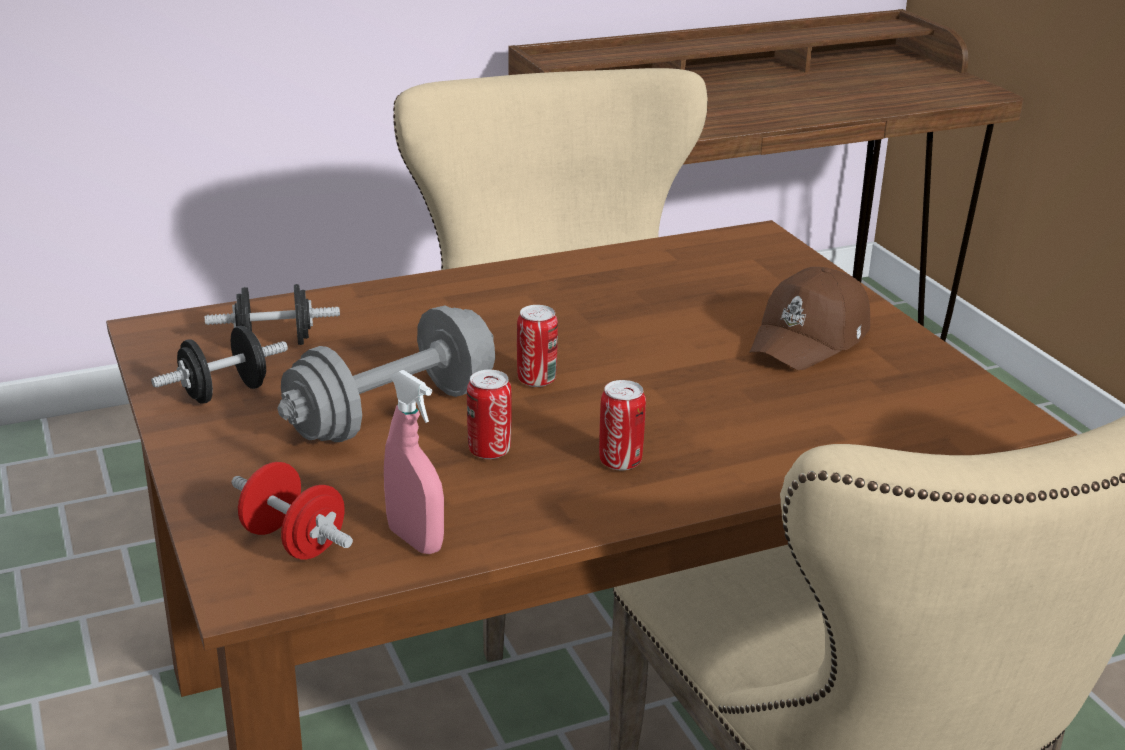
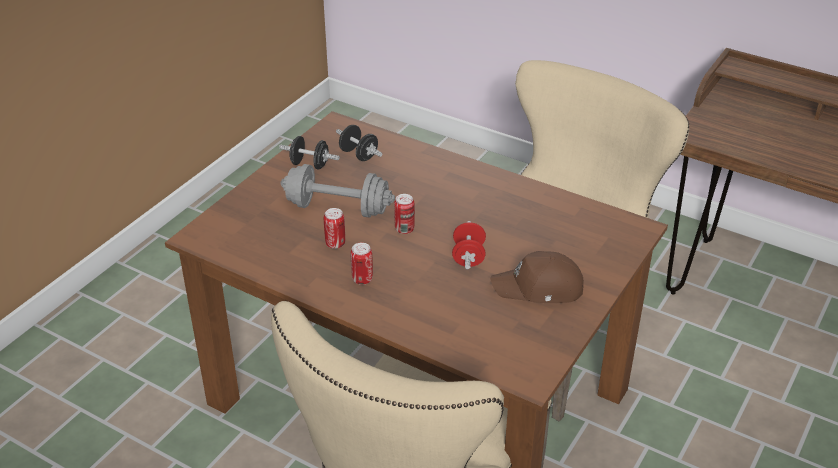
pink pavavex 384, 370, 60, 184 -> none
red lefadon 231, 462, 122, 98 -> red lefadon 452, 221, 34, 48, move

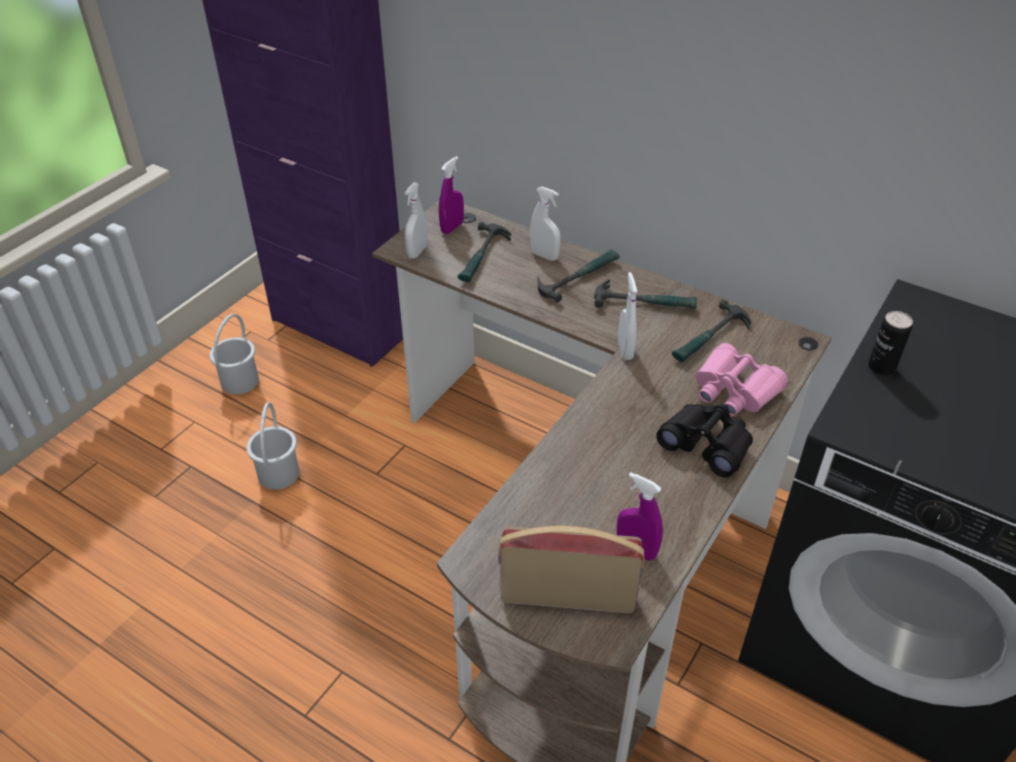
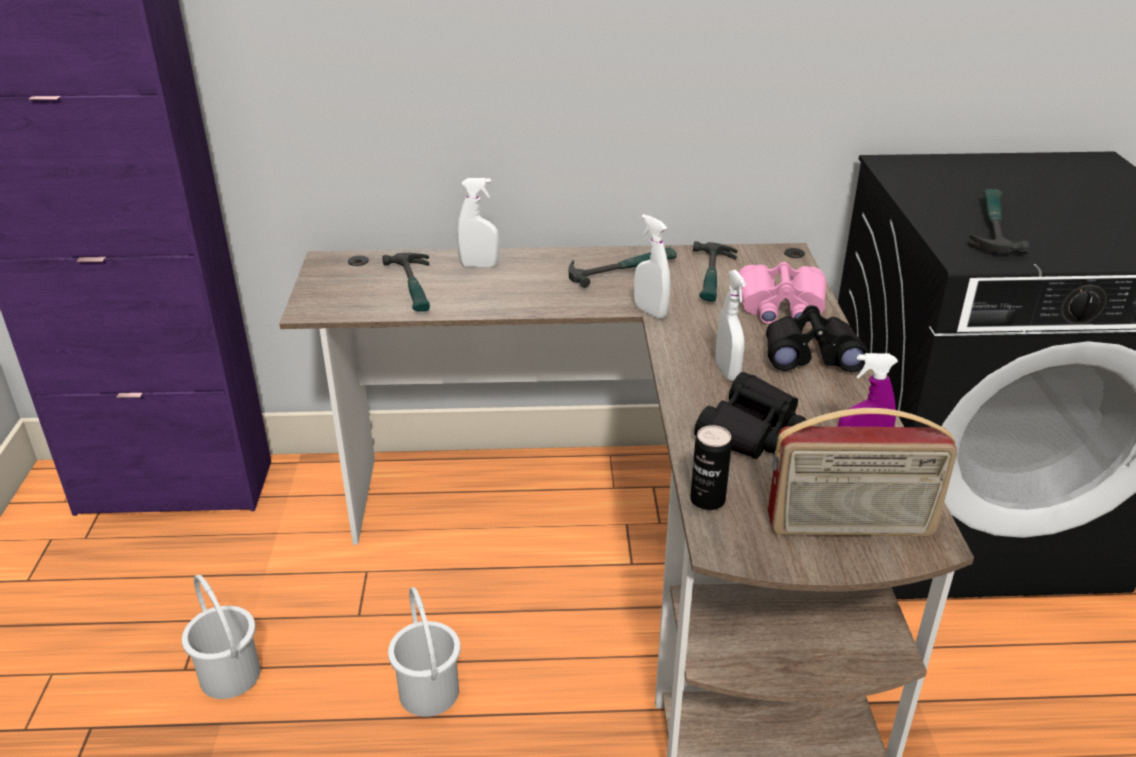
purple pavavex 439, 156, 25, 78 -> none
white pavavex 405, 182, 22, 77 -> white pavavex 715, 270, 31, 111, move
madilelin 538, 250, 81, 53 -> madilelin 968, 189, 61, 65, move
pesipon 868, 311, 45, 65 -> pesipon 690, 425, 42, 85, move
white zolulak 210, 314, 49, 81 -> white zolulak 388, 587, 73, 130, move
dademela 498, 526, 146, 87 -> dademela 768, 408, 189, 128, 150 degrees counterclockwise
none -> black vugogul 694, 372, 113, 87

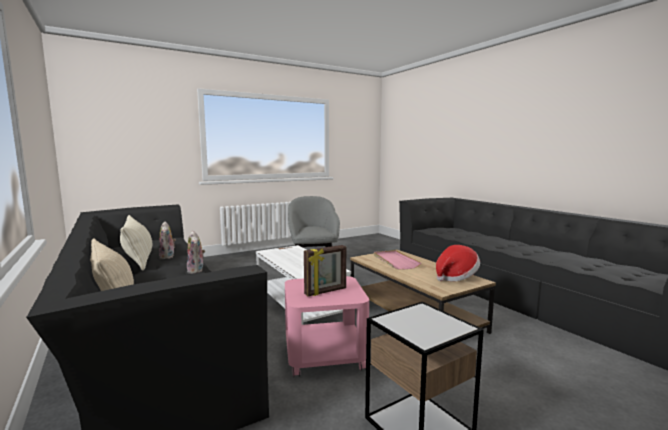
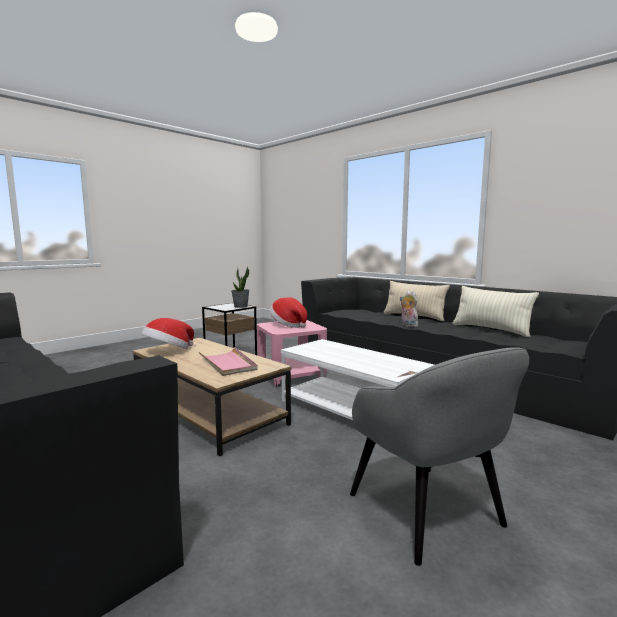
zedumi 159, 222, 17, 37 -> none
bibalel 304, 245, 42, 51 -> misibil 270, 297, 37, 31
none -> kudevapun 231, 267, 19, 41

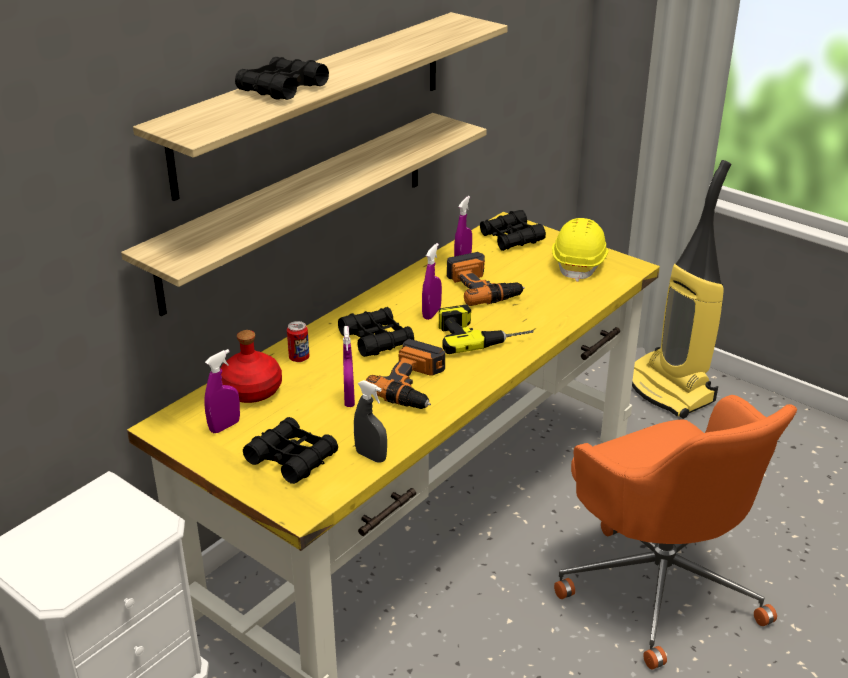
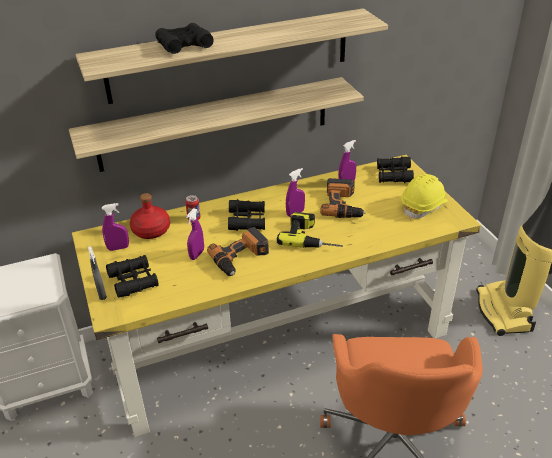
grey pavavex 354, 380, 33, 83 -> grey pavavex 88, 246, 19, 54, move

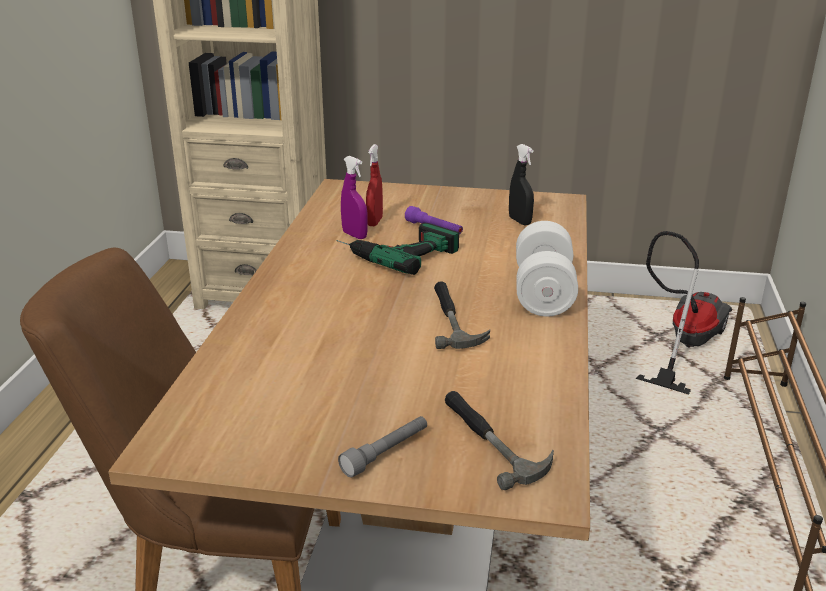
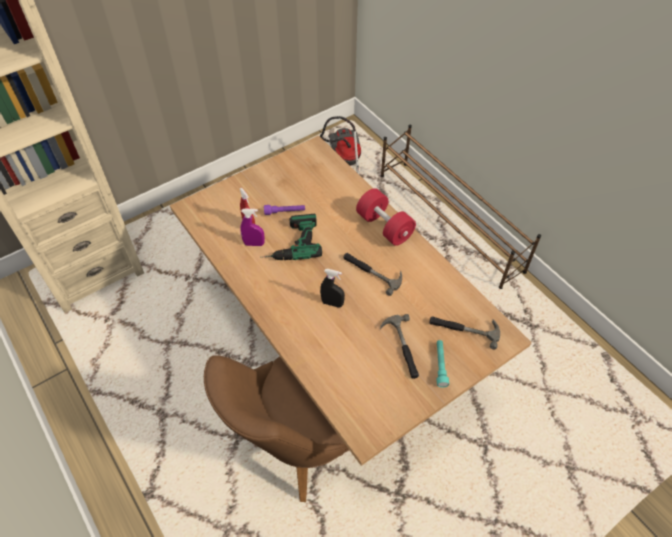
black pavavex 509, 144, 25, 82 -> black pavavex 320, 269, 25, 39, move
white lefadon 516, 221, 62, 96 -> red lefadon 356, 188, 60, 58
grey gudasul 338, 416, 89, 61 -> turquoise gudasul 436, 340, 13, 48
none -> madilelin 380, 314, 39, 65

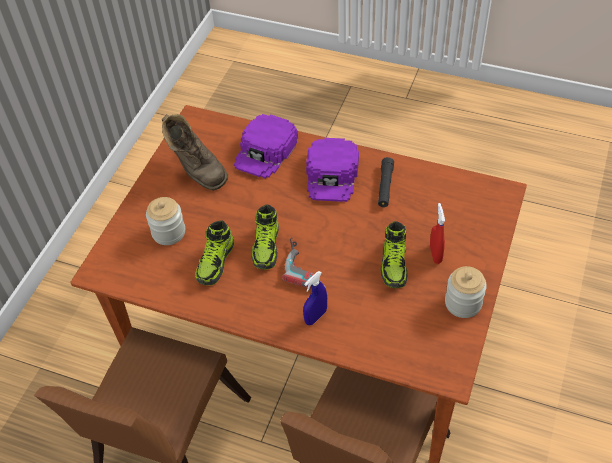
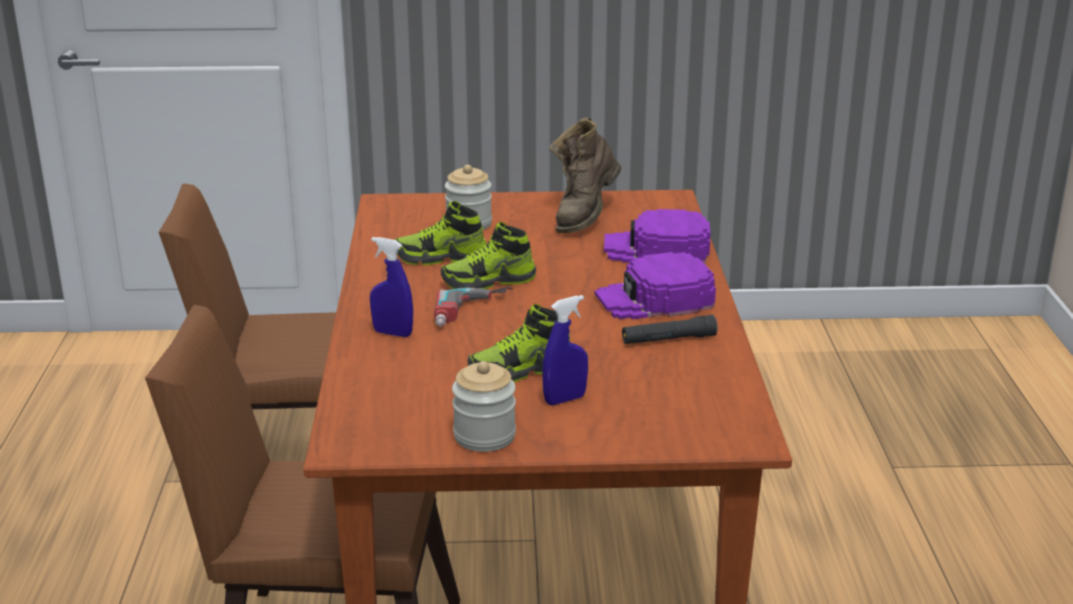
red pavavex 430, 203, 15, 61 -> blue pavavex 542, 295, 46, 110

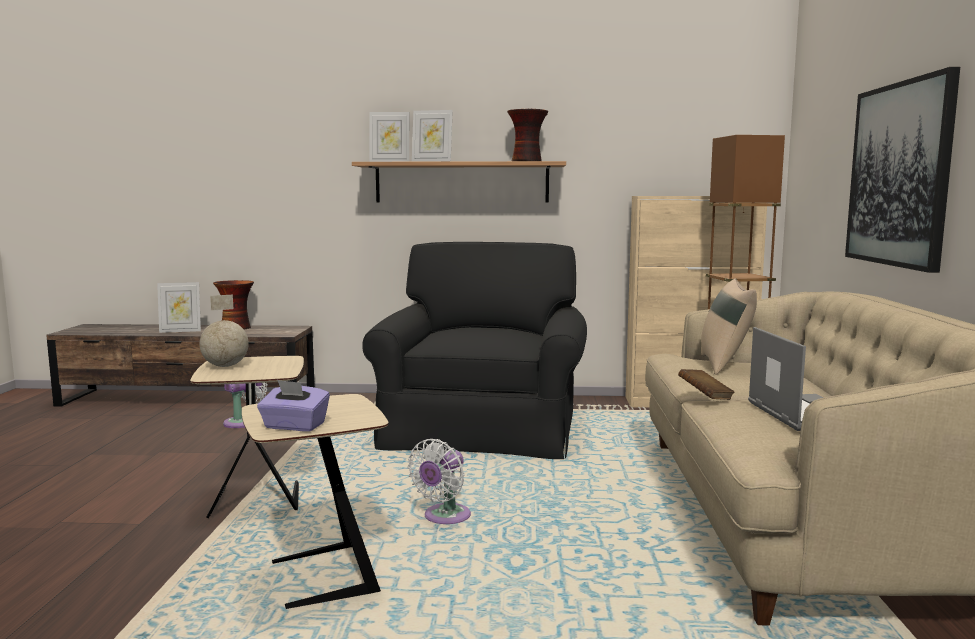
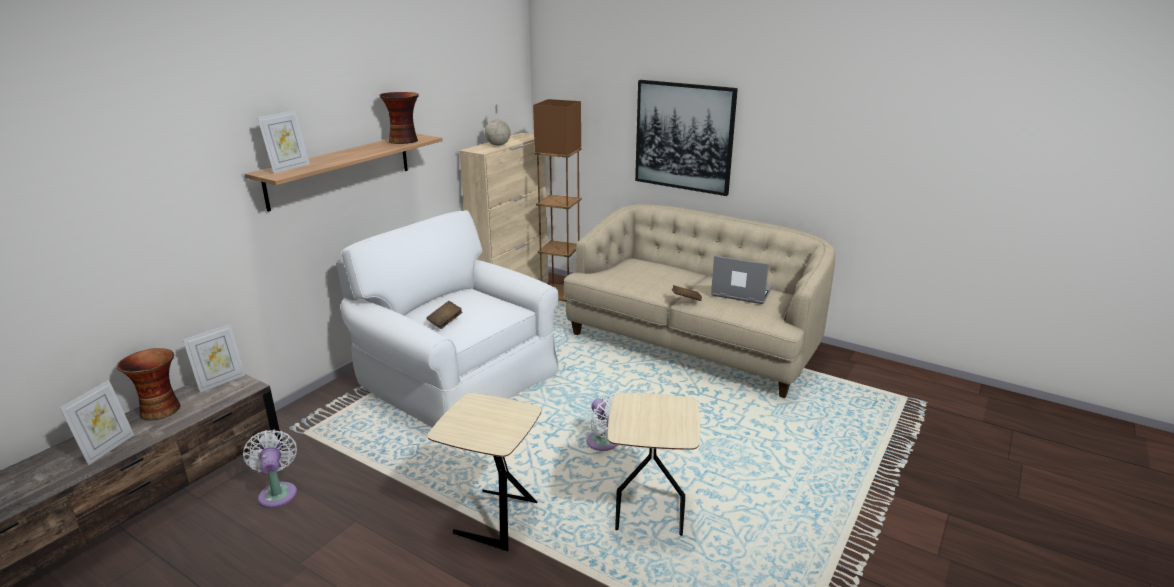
bibalel 412, 110, 41, 52 -> bibalel 183, 324, 62, 68, move
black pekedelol 362, 242, 225, 217 -> white pekedelol 337, 210, 222, 218
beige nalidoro 701, 279, 56, 96 -> none
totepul 200, 295, 49, 72 -> totepul 485, 105, 26, 41, move
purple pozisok 257, 380, 73, 51 -> none
none -> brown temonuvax 427, 301, 36, 28

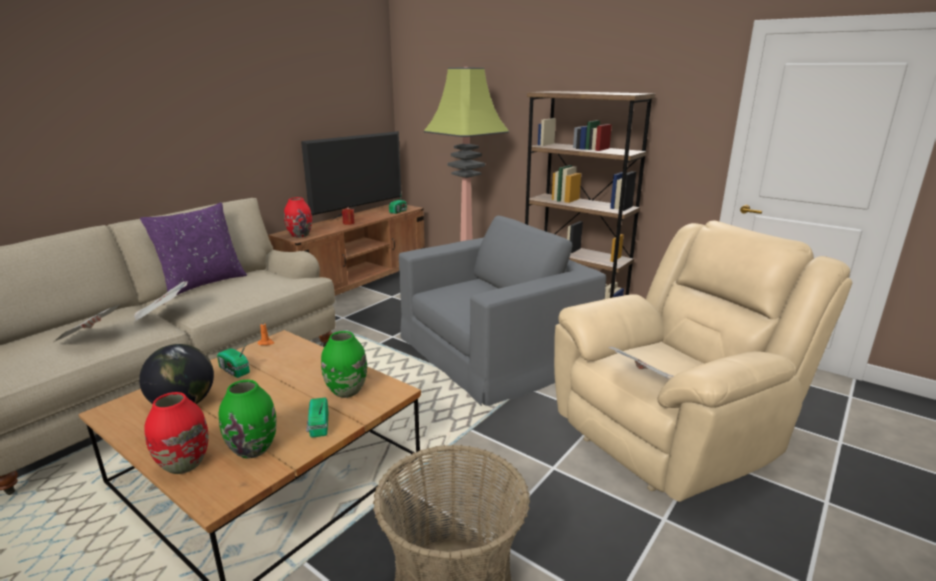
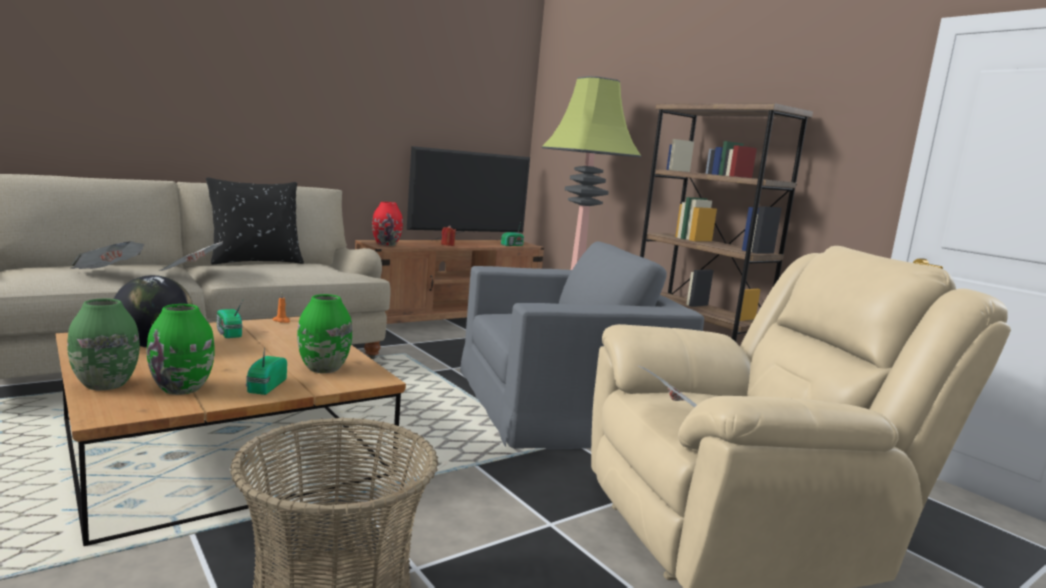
purple nalidoro 140, 202, 107, 93 -> black nalidoro 206, 177, 98, 88
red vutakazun 144, 392, 64, 82 -> green vutakazun 67, 299, 73, 91

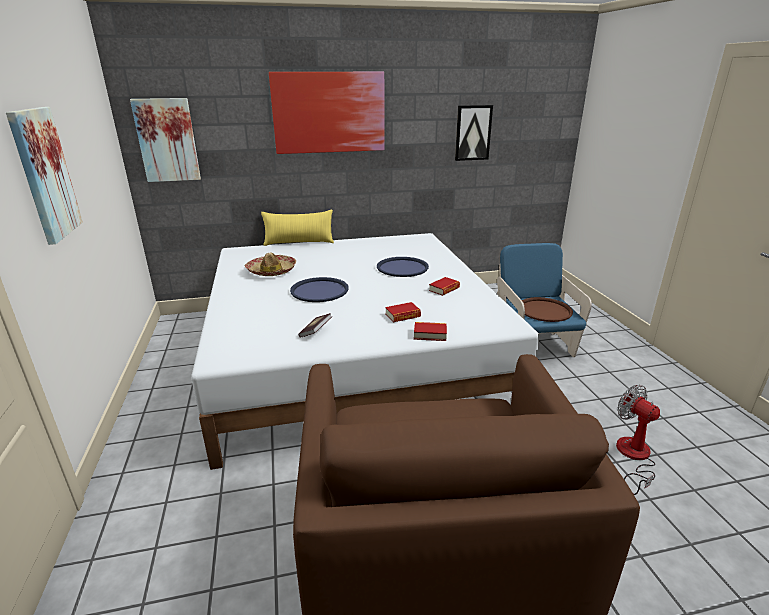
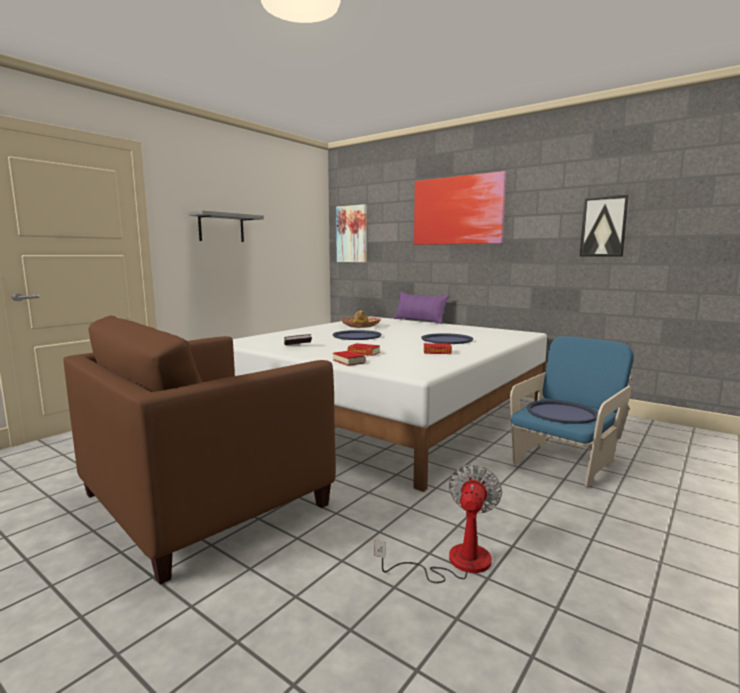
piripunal 6, 107, 77, 138 -> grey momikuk 188, 210, 76, 32
yellow nalidoro 261, 210, 73, 36 -> purple nalidoro 394, 292, 55, 32
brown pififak 522, 297, 51, 25 -> blue pififak 527, 400, 71, 24

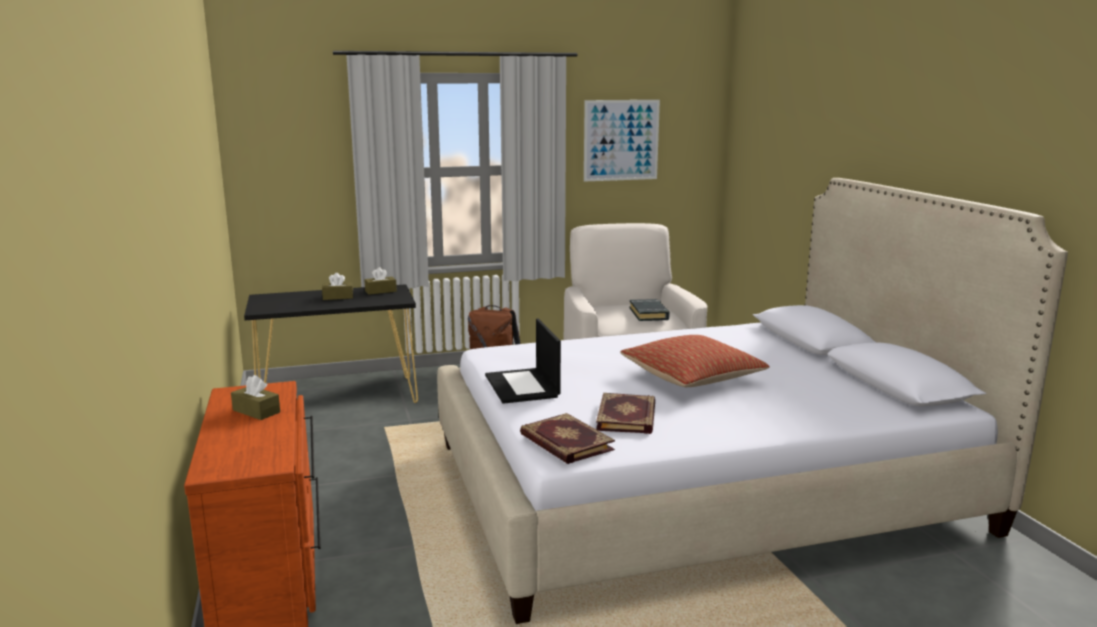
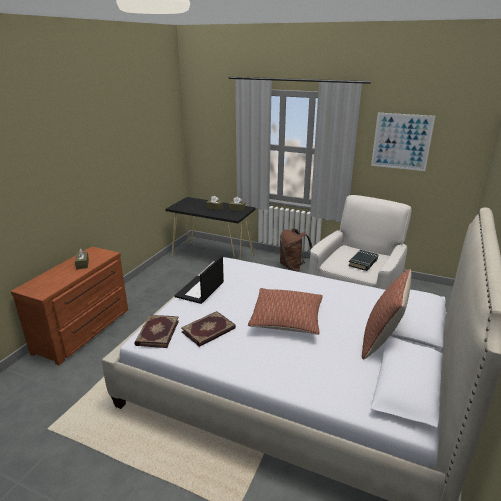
none -> nalidoro 362, 269, 49, 91

